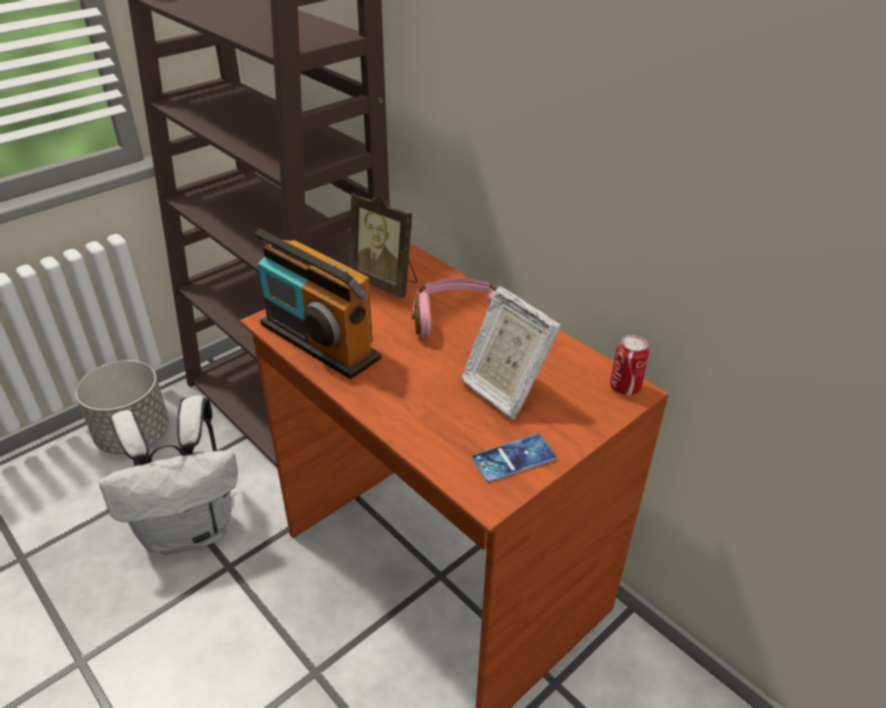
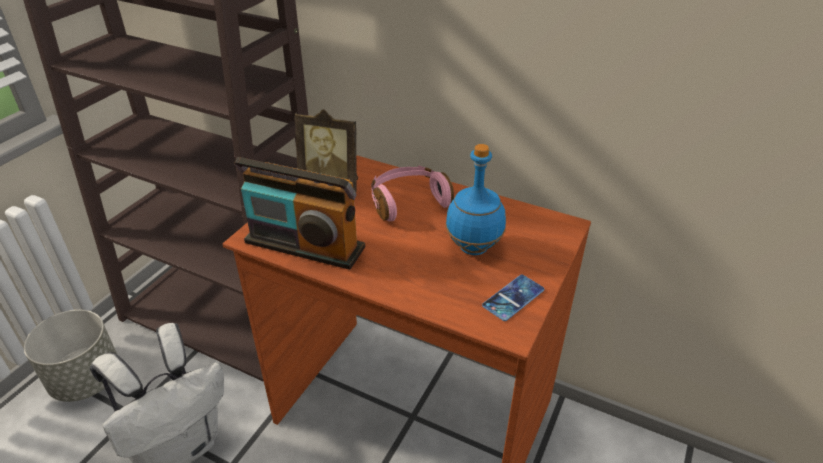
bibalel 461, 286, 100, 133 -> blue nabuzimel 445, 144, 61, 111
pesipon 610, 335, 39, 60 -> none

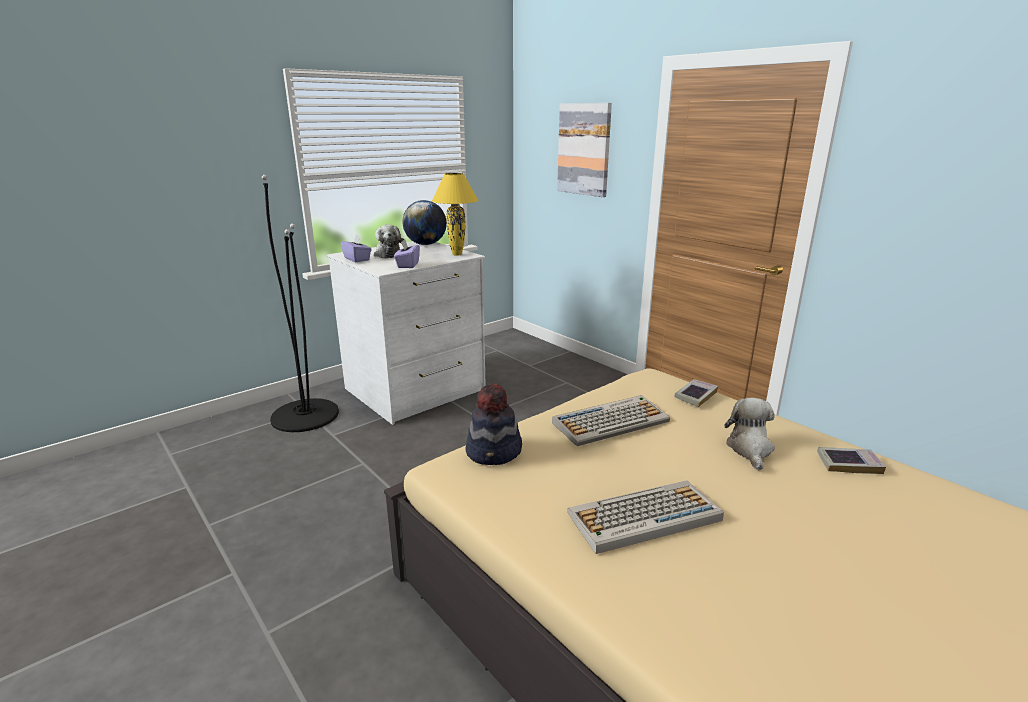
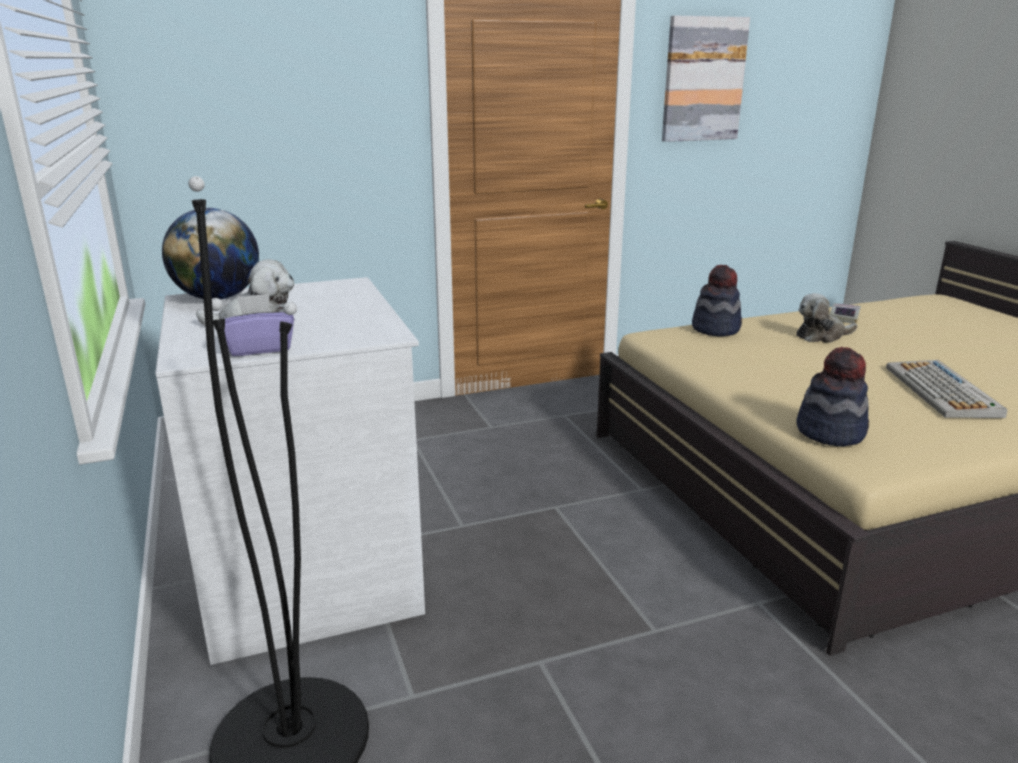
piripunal 557, 103, 55, 94 -> piripunal 662, 16, 88, 126, move
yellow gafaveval 432, 173, 46, 83 -> none
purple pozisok 394, 239, 26, 29 -> none
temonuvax 674, 379, 44, 28 -> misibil 692, 264, 50, 72
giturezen 552, 395, 118, 51 -> none
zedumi 725, 398, 50, 72 -> zedumi 796, 293, 61, 50, 45 degrees counterclockwise

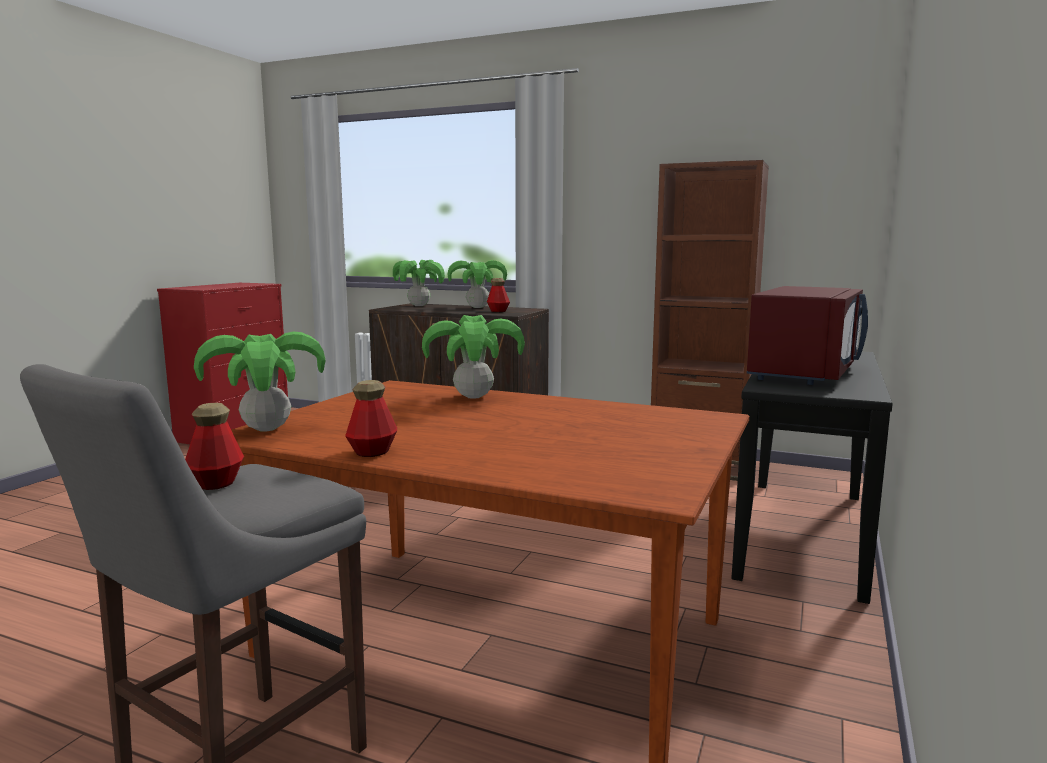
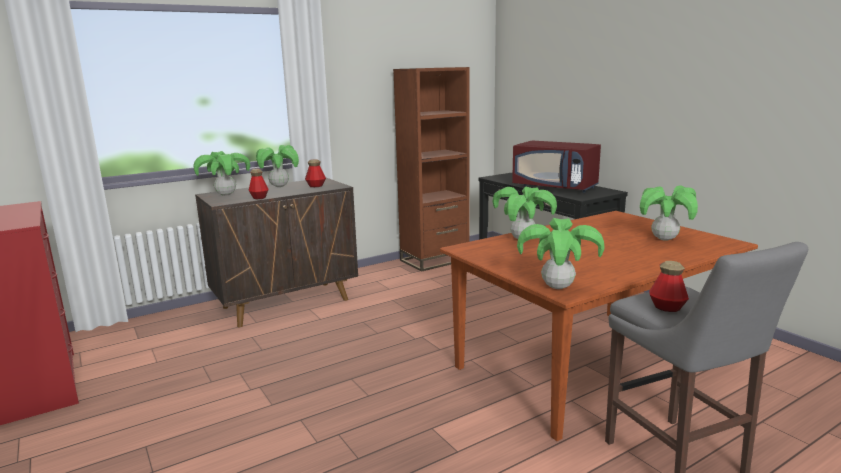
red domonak 747, 286, 121, 99 -> red domonak 512, 141, 89, 52, 150 degrees clockwise
nabuzimel 345, 380, 52, 77 -> nabuzimel 249, 169, 20, 30, move
none -> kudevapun 640, 186, 58, 55

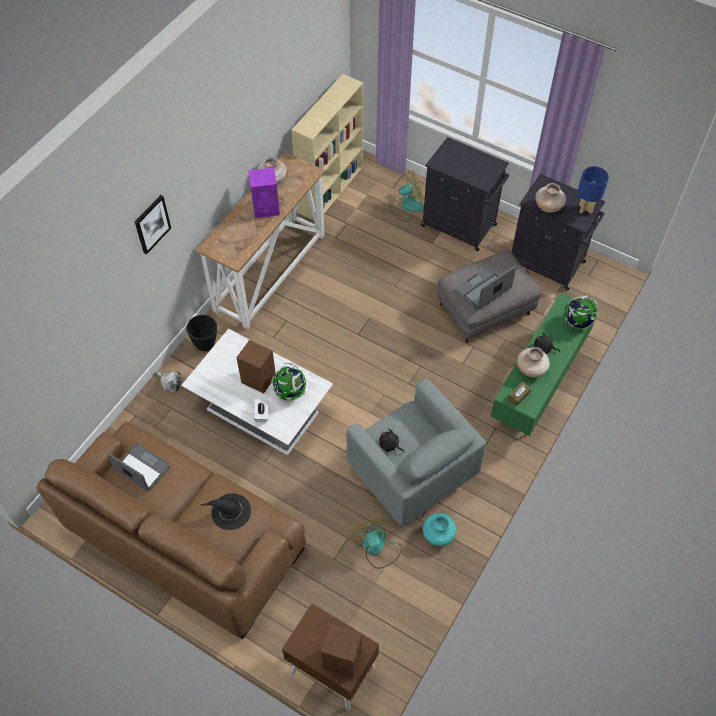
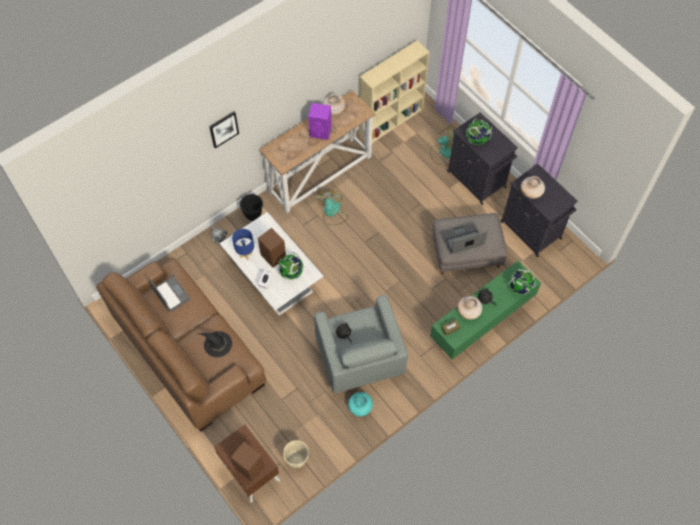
blue gafaveval 578, 166, 31, 48 -> blue gafaveval 232, 229, 22, 32, move
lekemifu 350, 518, 52, 51 -> lekemifu 315, 190, 33, 35, move
none -> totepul 466, 118, 26, 27
none -> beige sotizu 283, 440, 26, 28

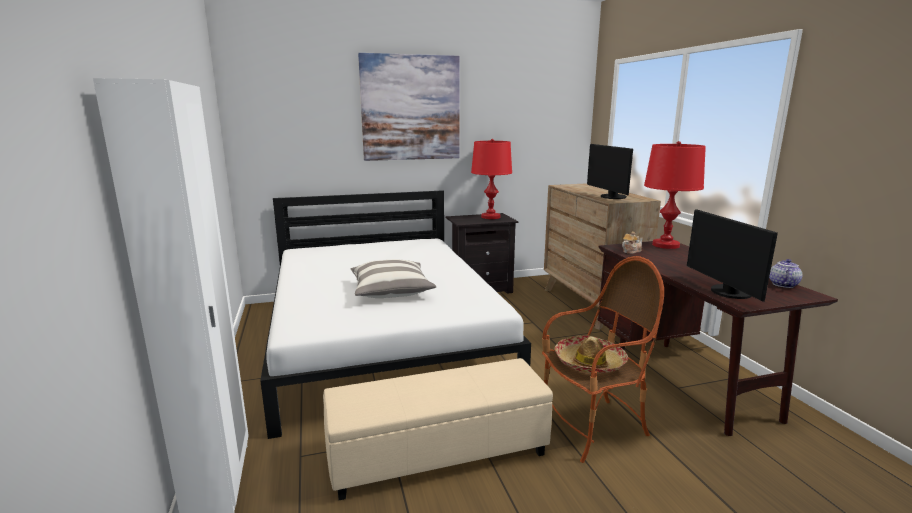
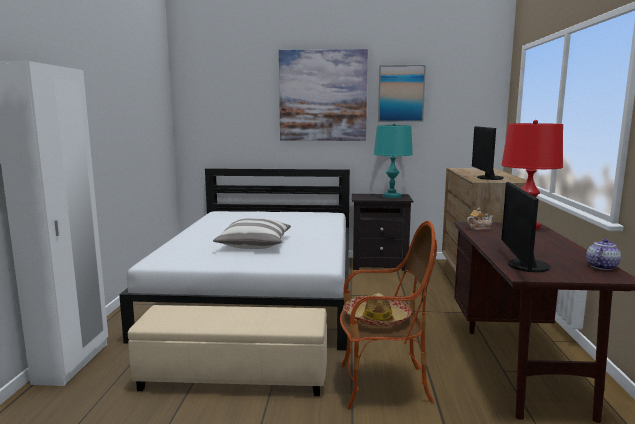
red gafaveval 471, 139, 41, 80 -> turquoise gafaveval 374, 123, 39, 75
none -> piripunal 378, 65, 48, 57

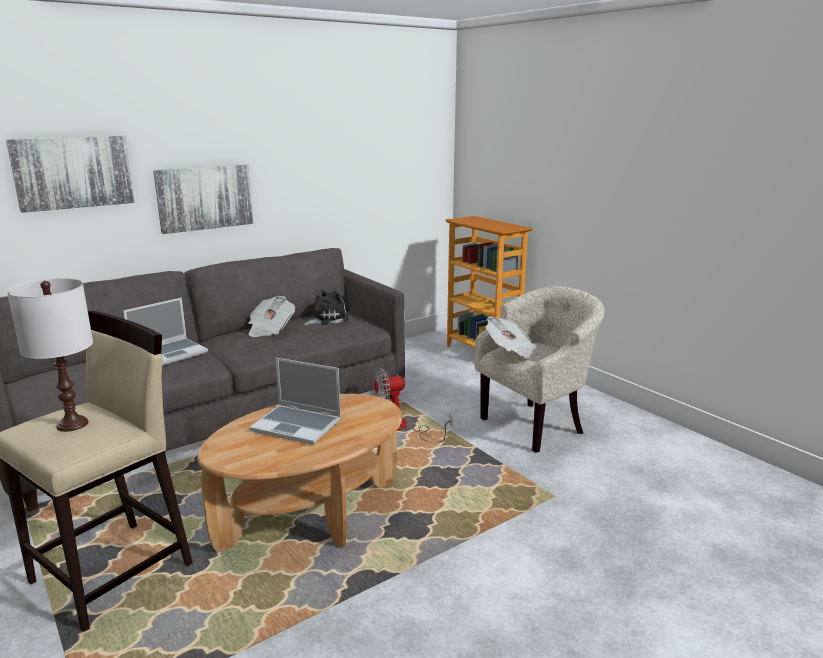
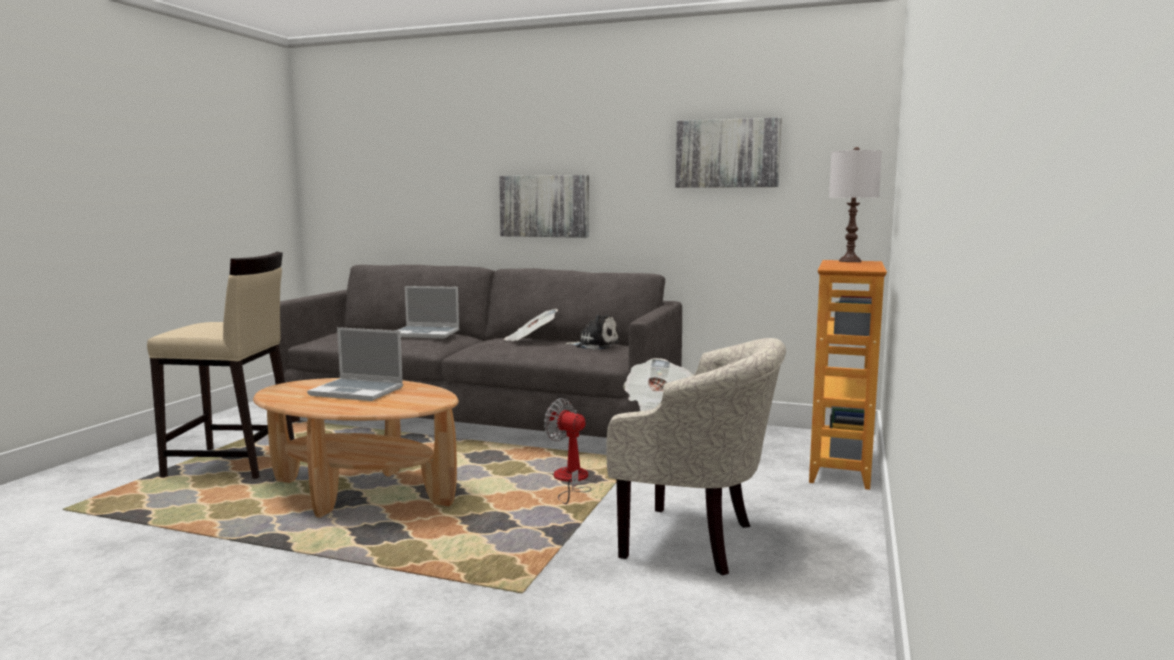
piripunal 6, 136, 129, 77 -> piripunal 675, 117, 107, 71, move
white gafaveval 7, 278, 86, 154 -> white gafaveval 829, 147, 53, 115, move
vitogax 249, 358, 92, 87 -> vitogax 307, 327, 96, 74, 60 degrees counterclockwise

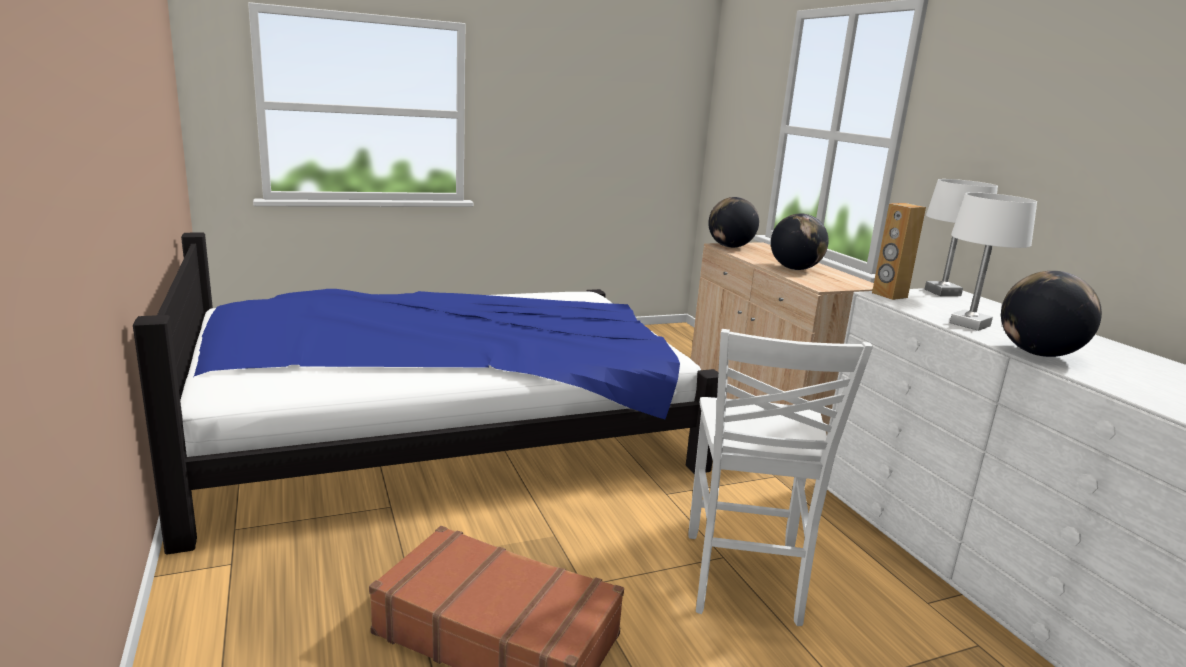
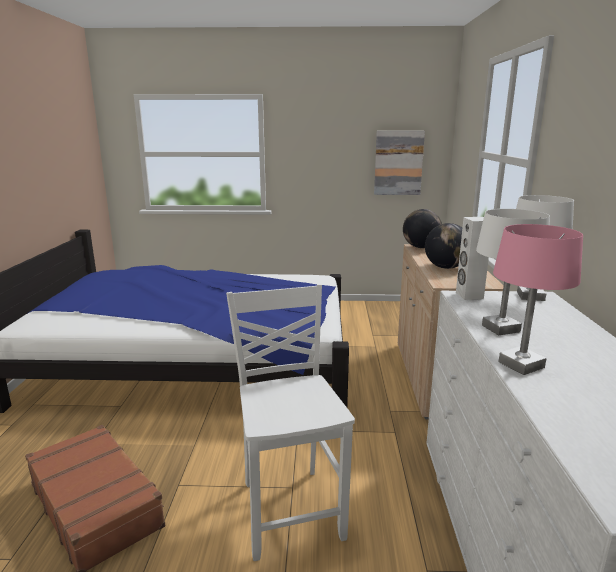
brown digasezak 872, 203, 54, 97 -> white digasezak 456, 217, 33, 83
totepul 1001, 271, 101, 86 -> pink gafaveval 493, 224, 90, 151
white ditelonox 689, 329, 184, 297 -> white ditelonox 226, 284, 129, 277, 135 degrees clockwise
none -> piripunal 374, 131, 51, 64

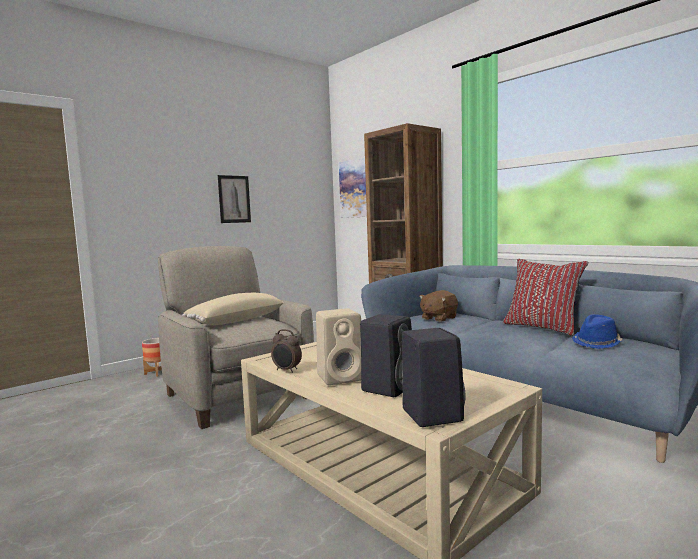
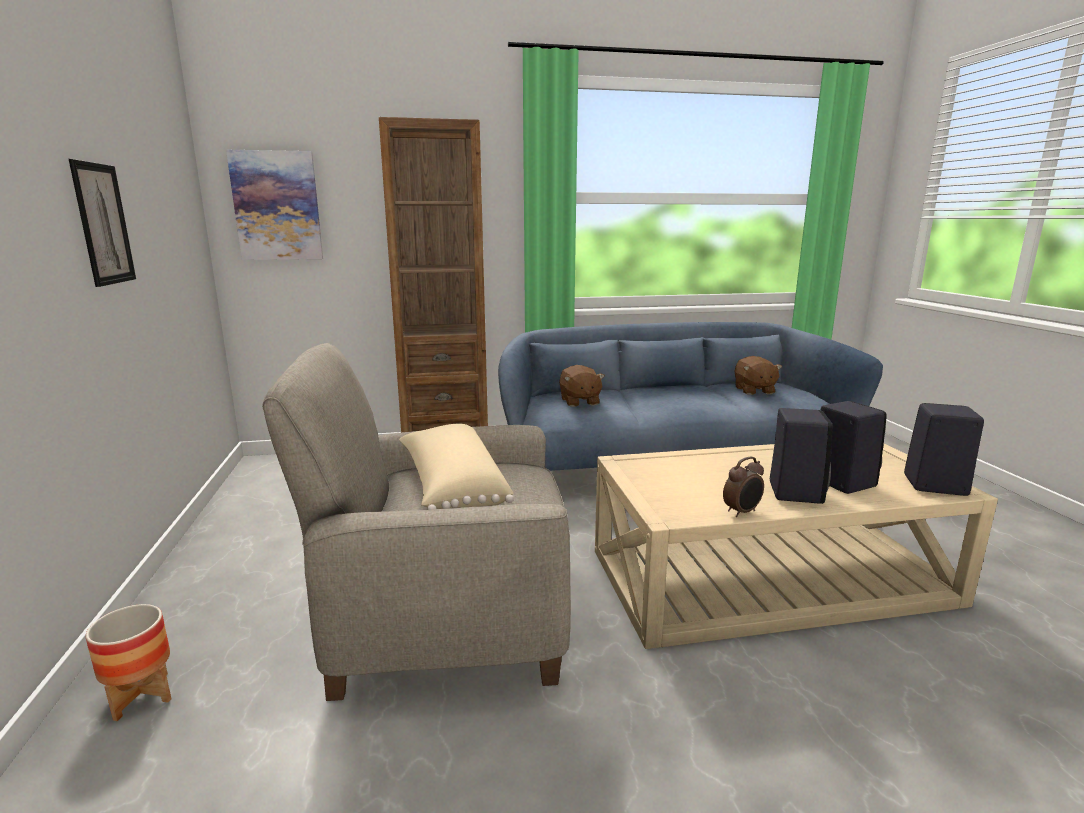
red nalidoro 503, 259, 85, 77 -> none
beige digasezak 316, 308, 45, 77 -> black digasezak 770, 408, 63, 96
blue misibil 572, 314, 51, 35 -> brown zedumi 734, 356, 48, 39

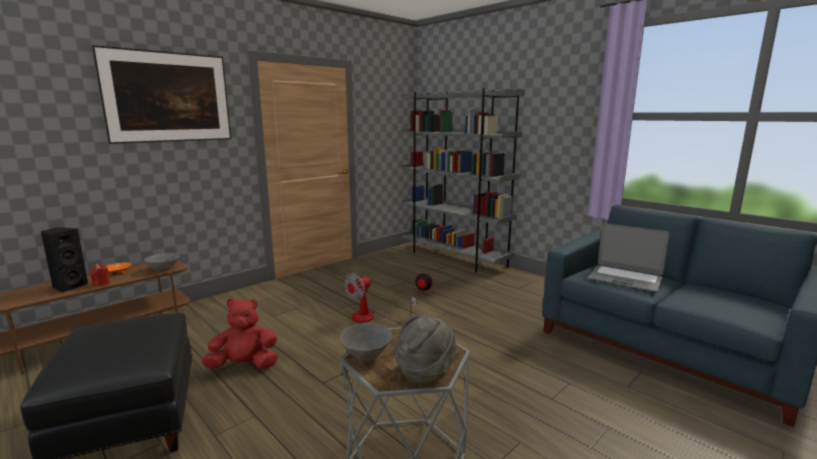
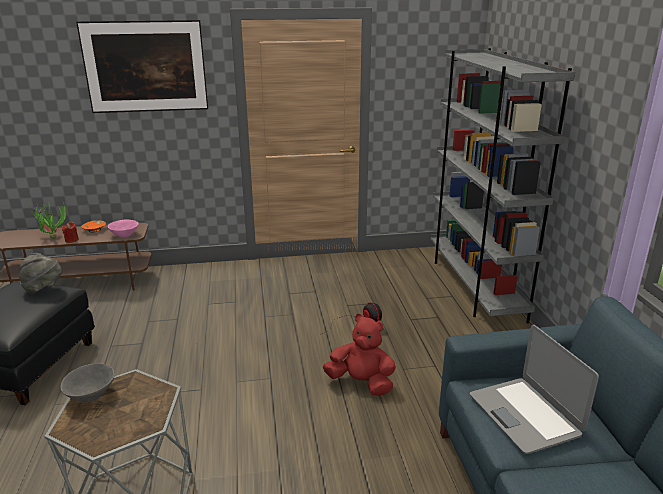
black digasezak 41, 227, 47, 66 -> kudevapun 31, 202, 36, 37
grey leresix 144, 253, 35, 18 -> pink leresix 108, 220, 31, 18
lekemifu 344, 273, 72, 50 -> none
red zedumi 202, 298, 76, 72 -> red zedumi 323, 314, 73, 82, move
grey misibil 396, 315, 60, 69 -> grey misibil 19, 253, 44, 40, move

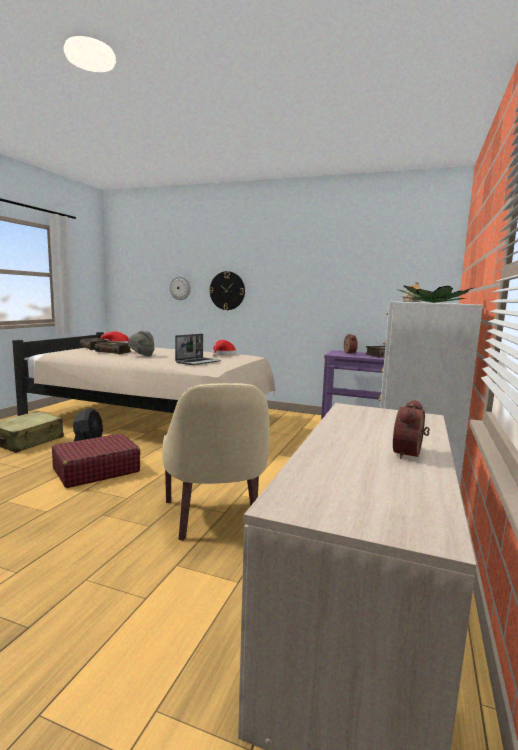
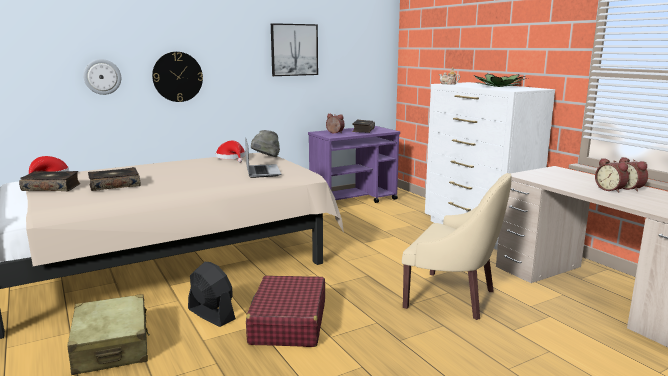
grey misibil 128, 331, 27, 25 -> grey misibil 251, 130, 29, 27, move
none -> piripunal 271, 23, 47, 53
none -> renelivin 595, 158, 34, 35

